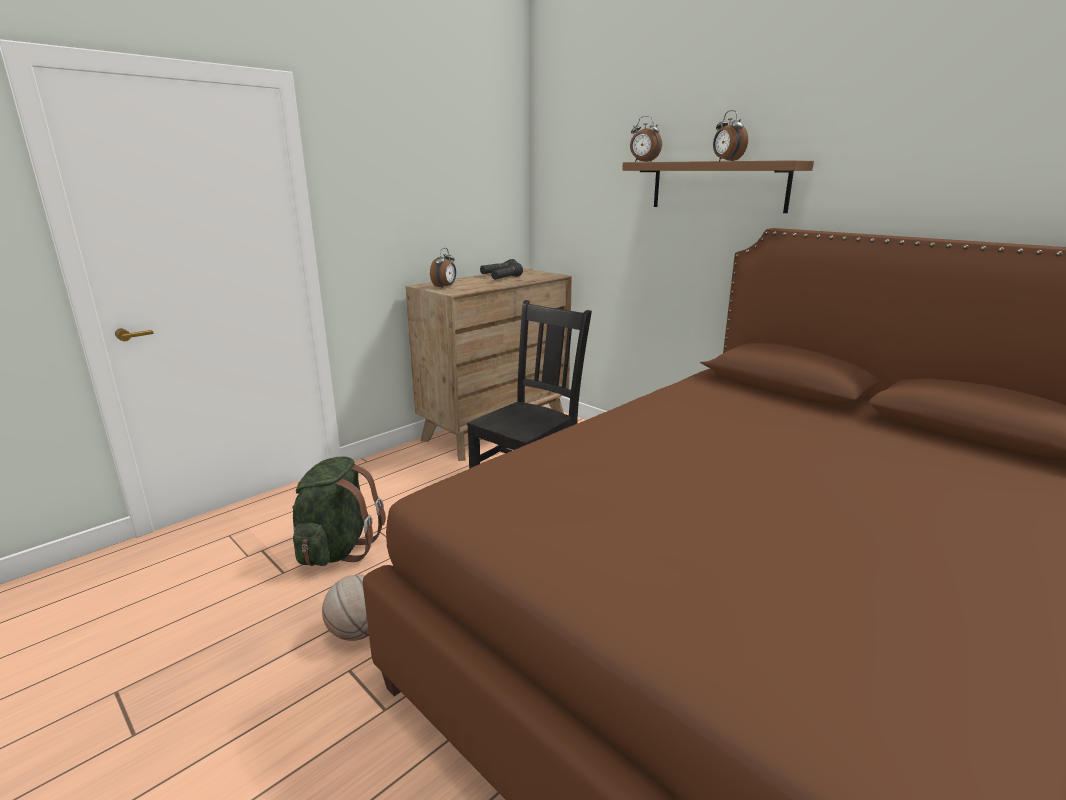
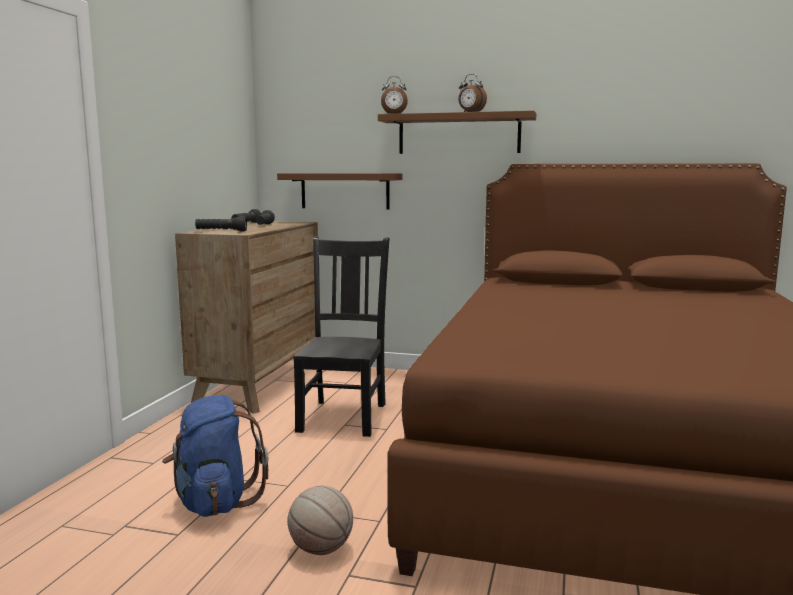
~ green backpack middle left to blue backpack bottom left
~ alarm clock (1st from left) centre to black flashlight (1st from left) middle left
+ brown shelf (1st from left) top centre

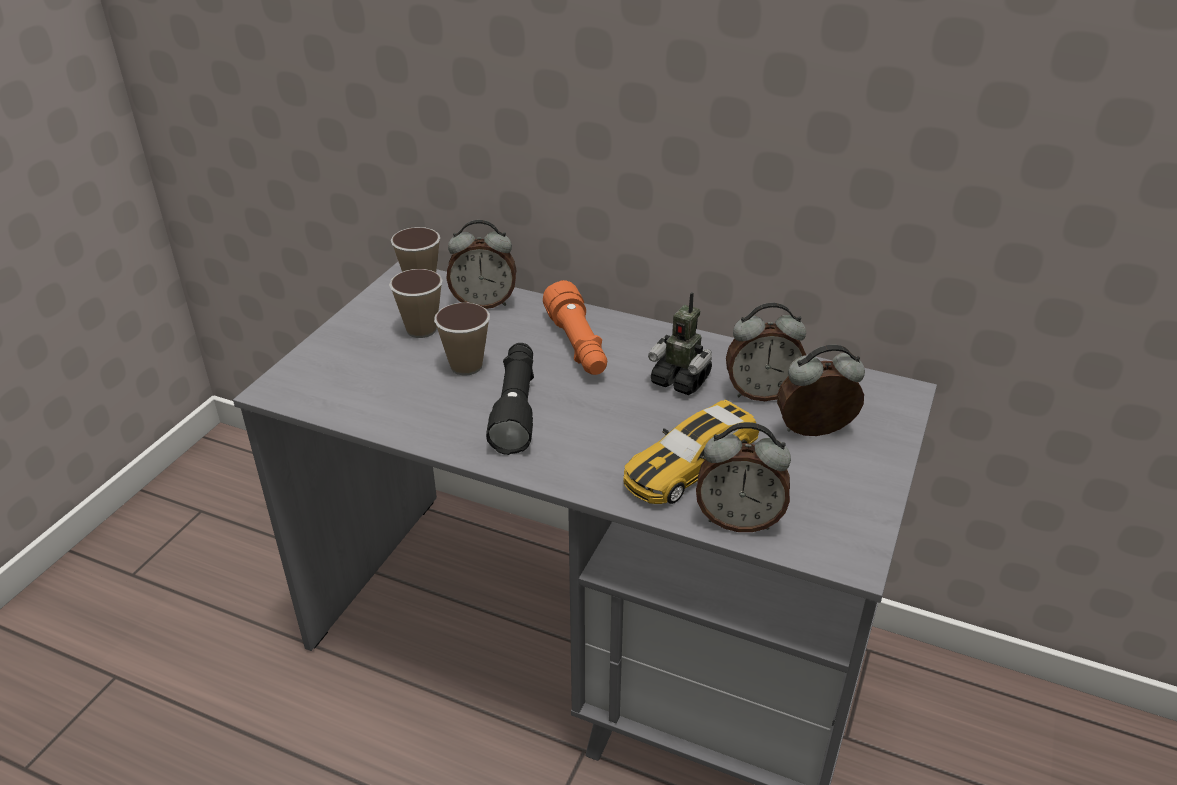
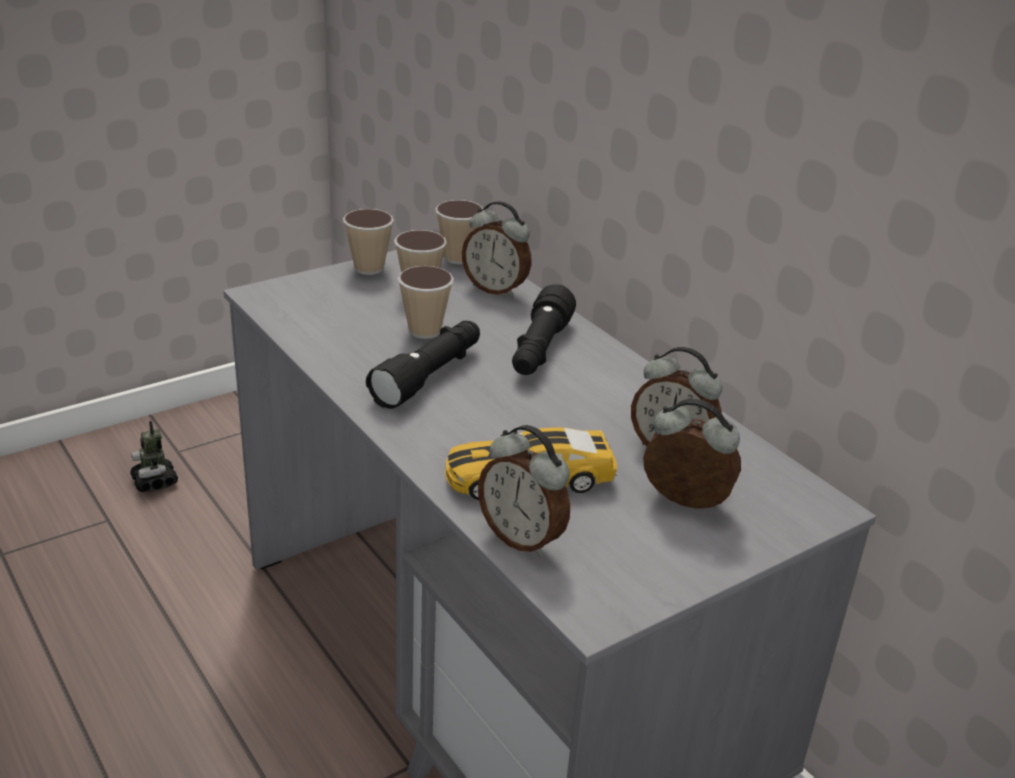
~ toy robot centre to middle left
+ cup (1st from left) top centre
~ orange flashlight centre to black flashlight (2nd from left) centre

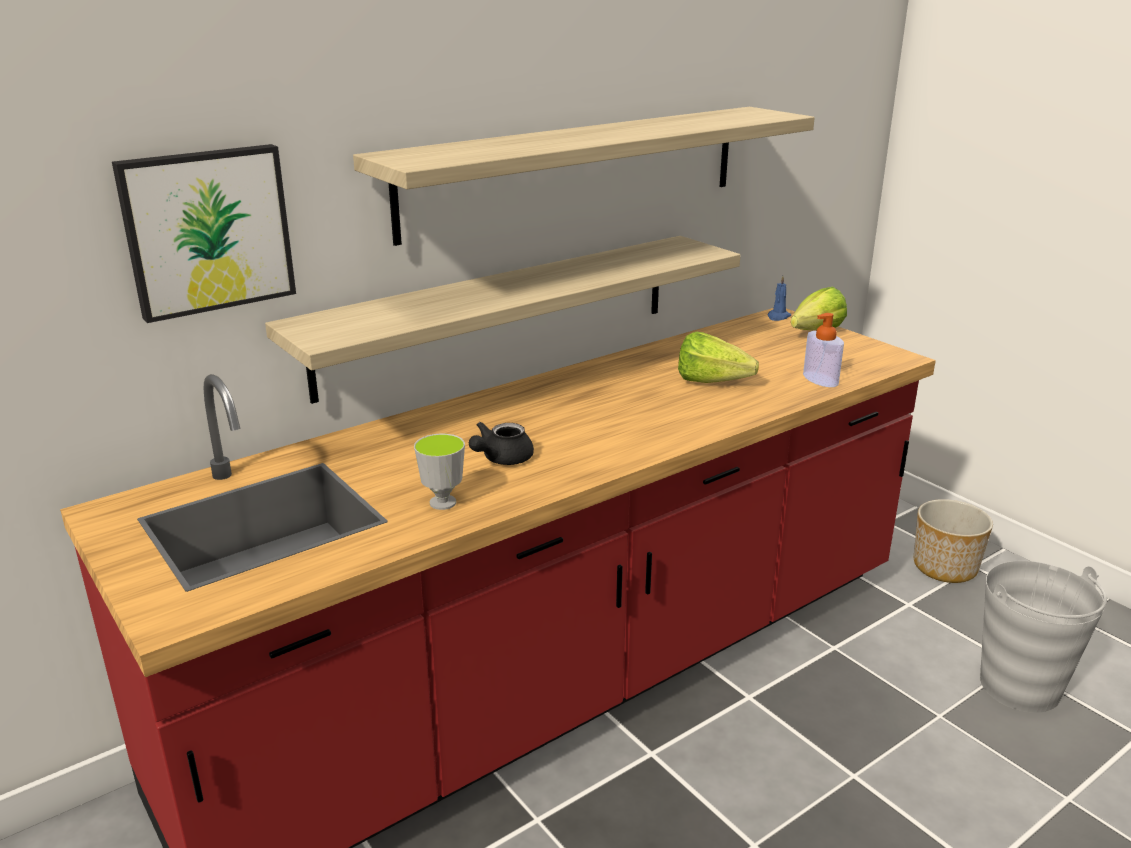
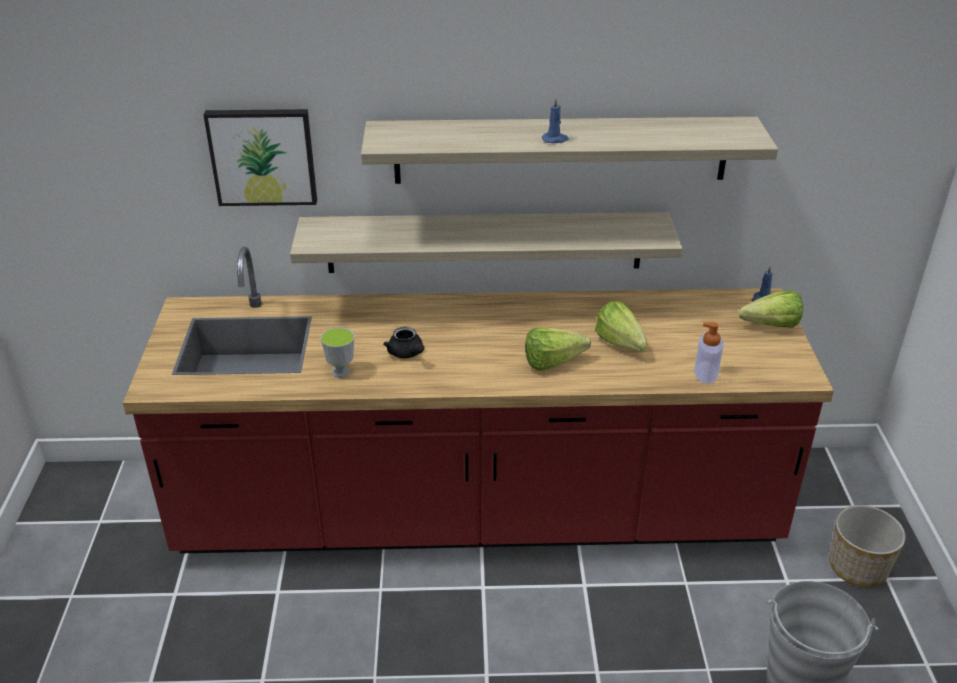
~ black teapot centre = centre 105 degrees counterclockwise
+ lettuce (1st from left) centre
+ blue candle (1st from left) top centre

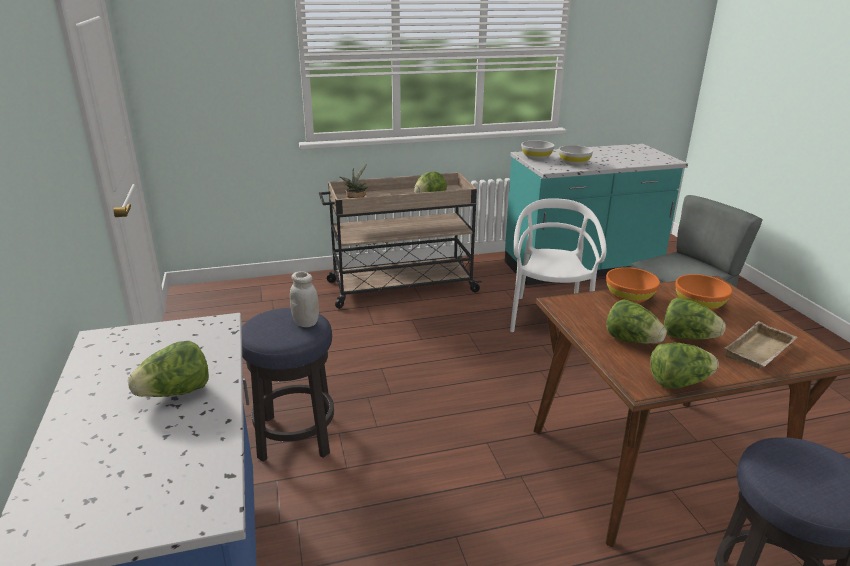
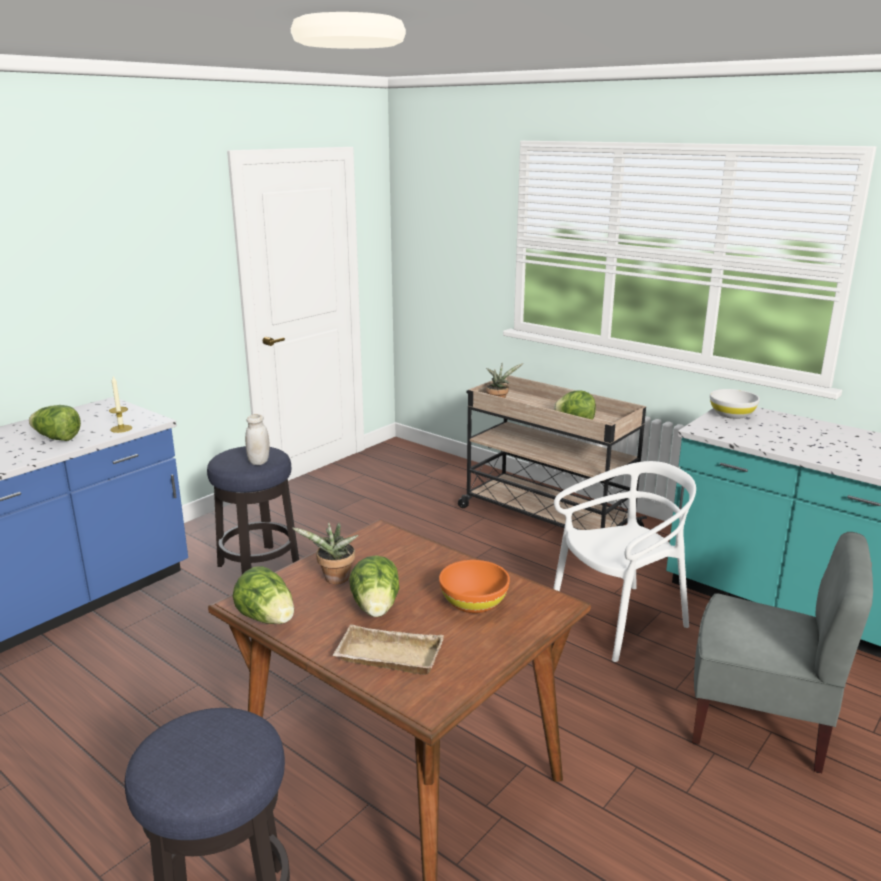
+ candle middle left
~ lettuce (3rd from left) middle right to potted plant (1st from left) centre
- white bowl (2nd from left) top right
- orange bowl (1st from left) middle right

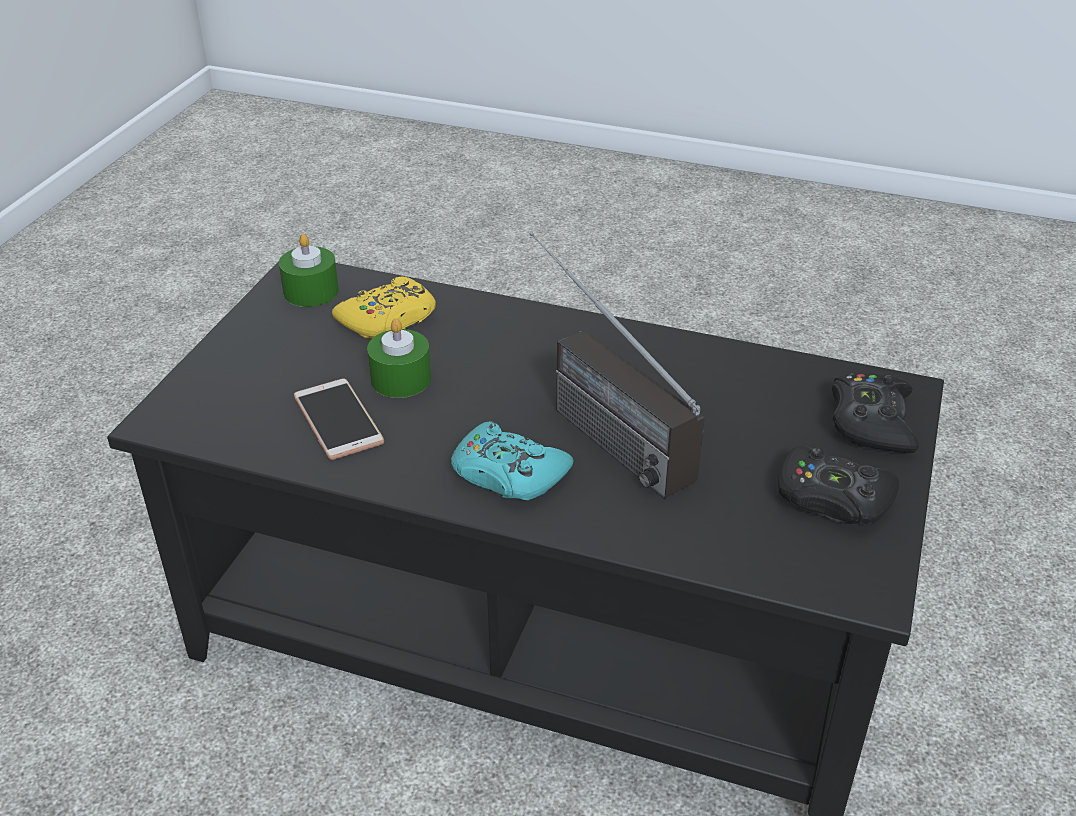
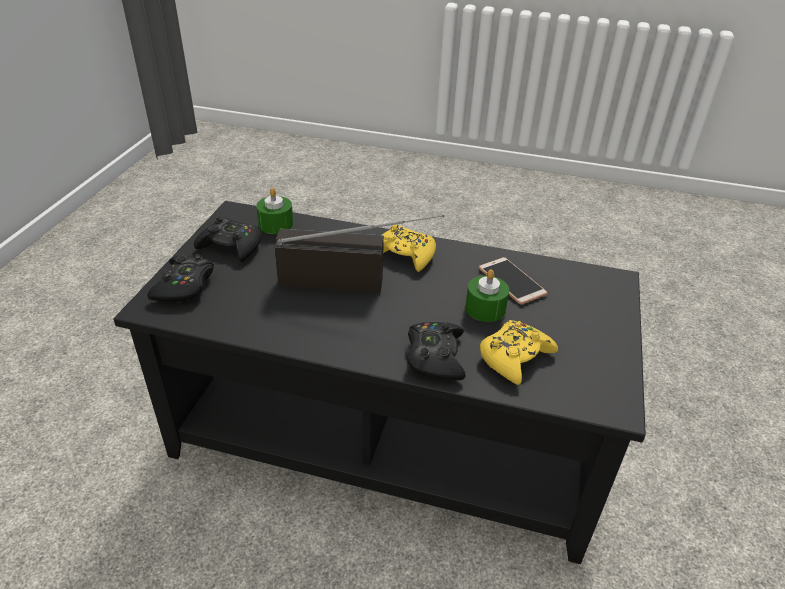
~ green candle (1st from left) top left to centre
~ radio centre = centre 45 degrees counterclockwise
~ turquoise game controller centre to yellow game controller (1st from left) centre
+ black game controller (3rd from left) centre

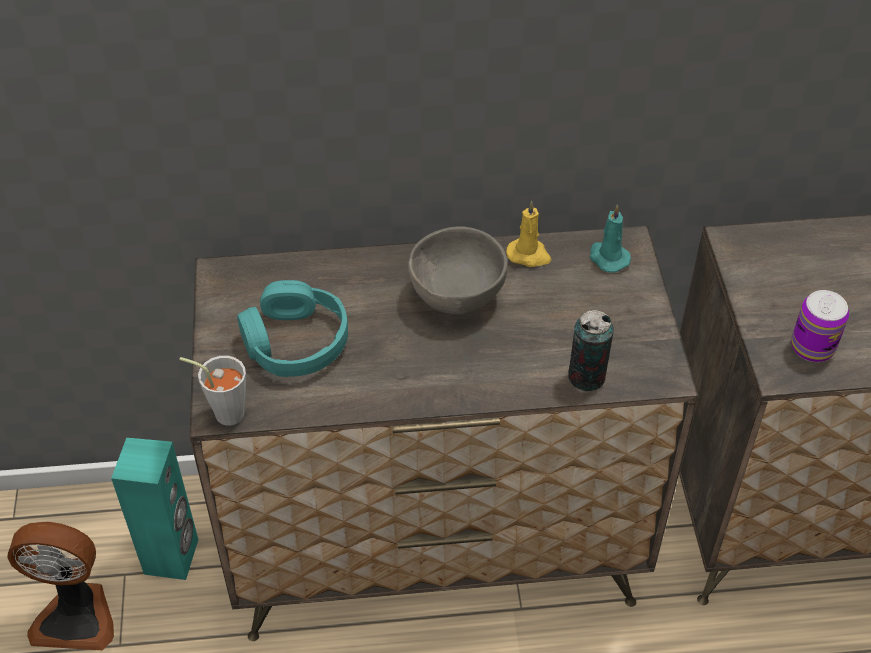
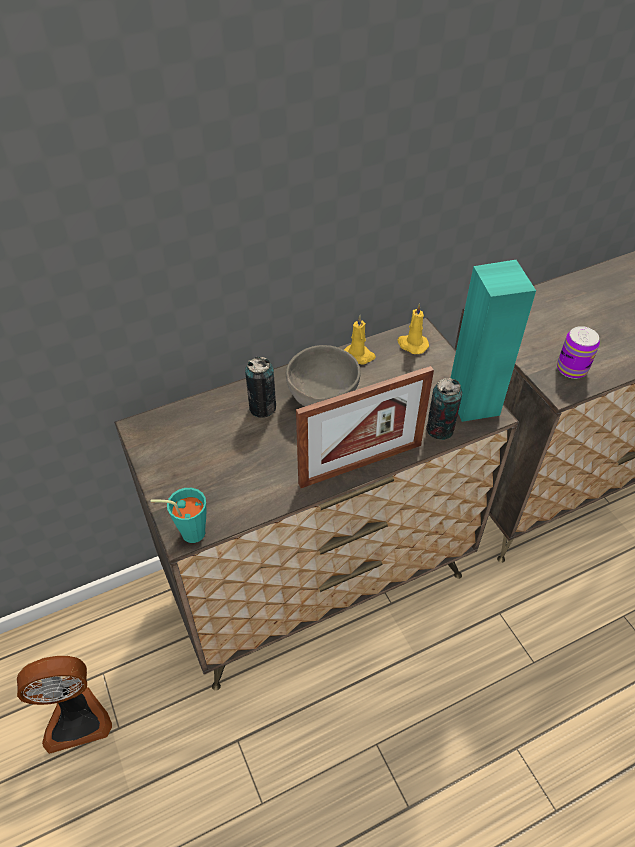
~ grey cup middle left to turquoise cup middle left
+ can (1st from left) centre
+ picture frame centre
~ turquoise candle middle right to yellow candle (2nd from left) centre
~ turquoise speaker bottom left to middle right
- turquoise headphones centre

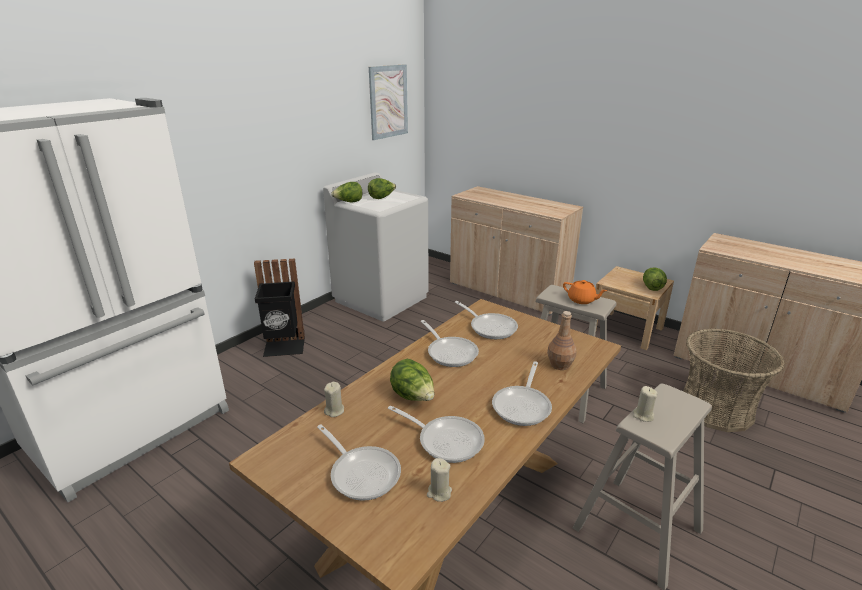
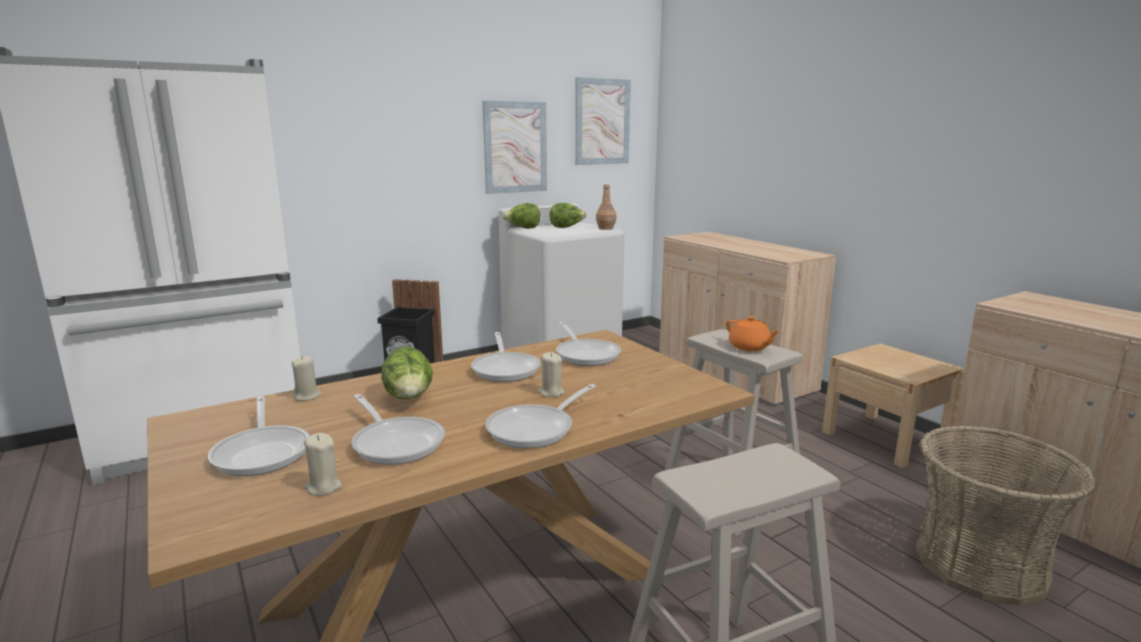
+ picture (1st from left) top centre
~ beige candle (3rd from left) bottom right to centre
~ brown bottle centre to top centre
- lettuce (4th from left) middle right

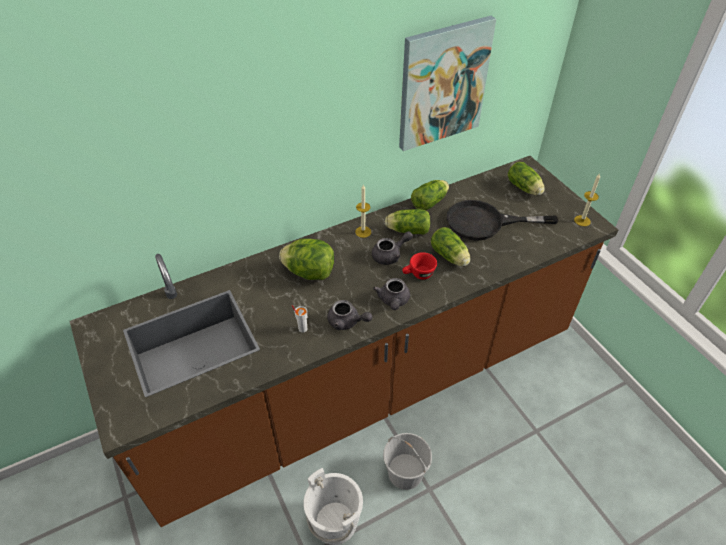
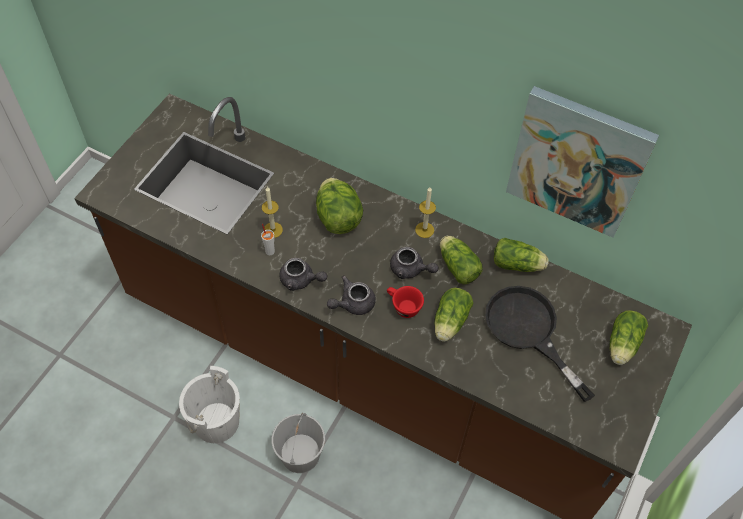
~ candle (2nd from left in the first image) middle right to candle (1st from left) centre
~ grey teapot (1st from left) centre = centre 60 degrees counterclockwise

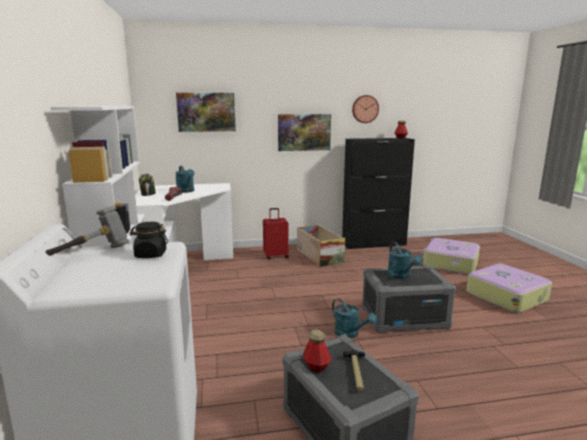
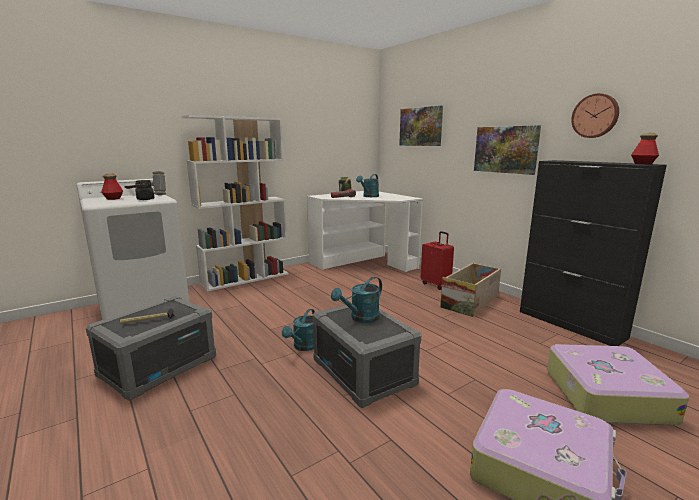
~ bottle (1st from left) bottom centre to middle left

